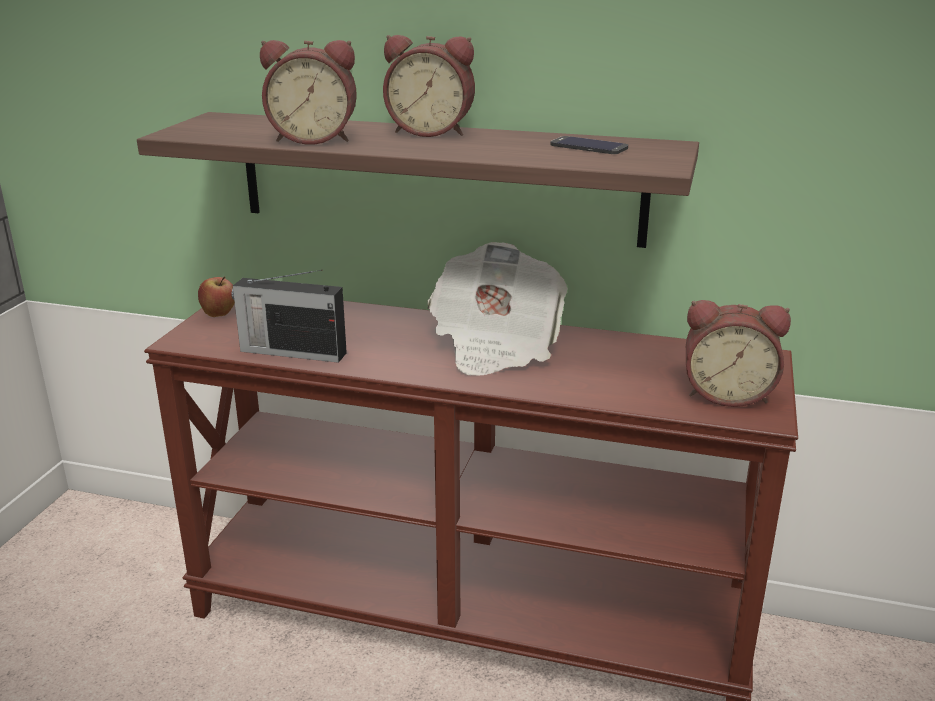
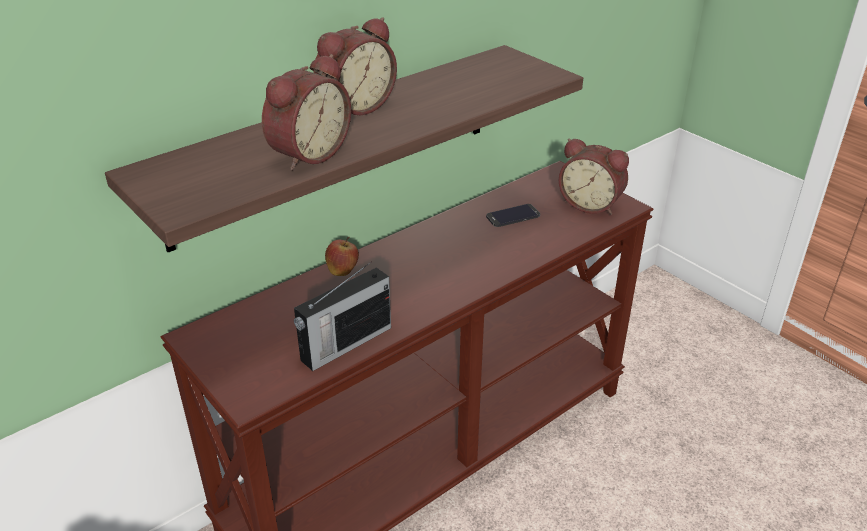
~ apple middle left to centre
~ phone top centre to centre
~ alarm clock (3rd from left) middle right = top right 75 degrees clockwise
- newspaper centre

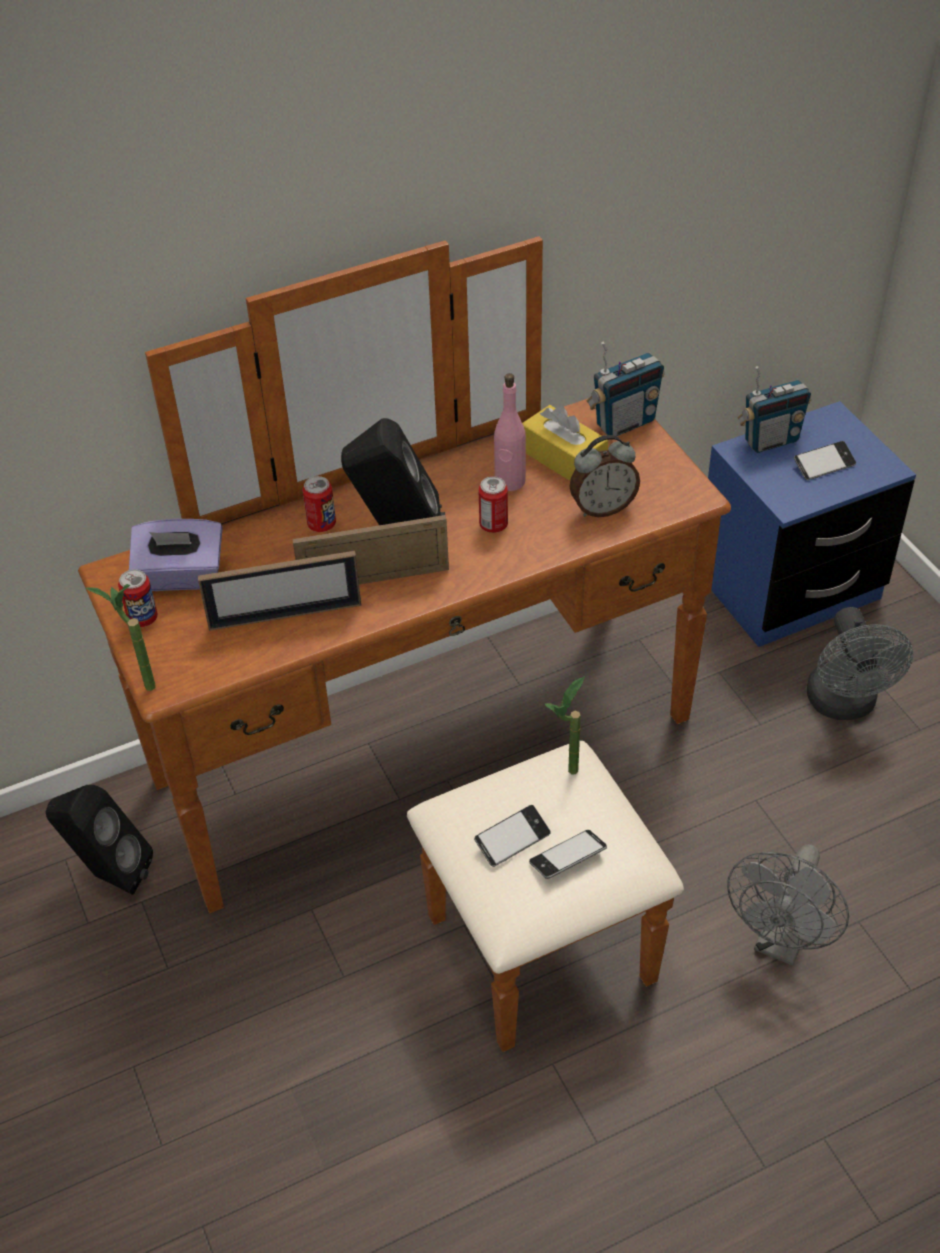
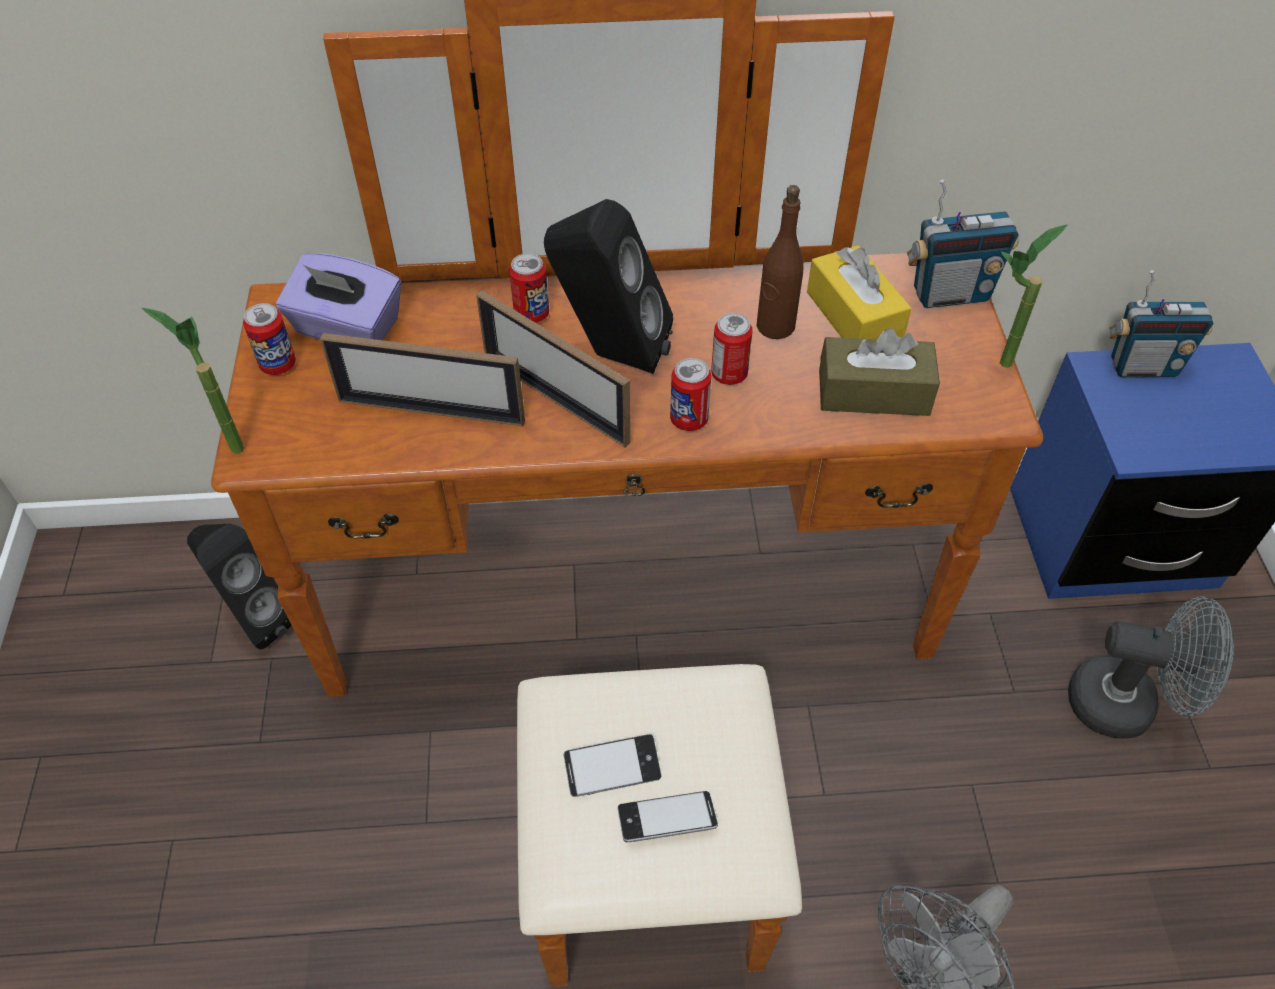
~ picture frame (2nd from left) centre = centre 150 degrees counterclockwise
+ can (3rd from left) centre
~ pink bottle centre to brown bottle top centre
~ alarm clock centre to brown tissue box middle right
~ potted plant (2nd from left) centre to top right
~ grey fan (2nd from left) middle right = bottom right 90 degrees counterclockwise
- phone (3rd from left) middle right

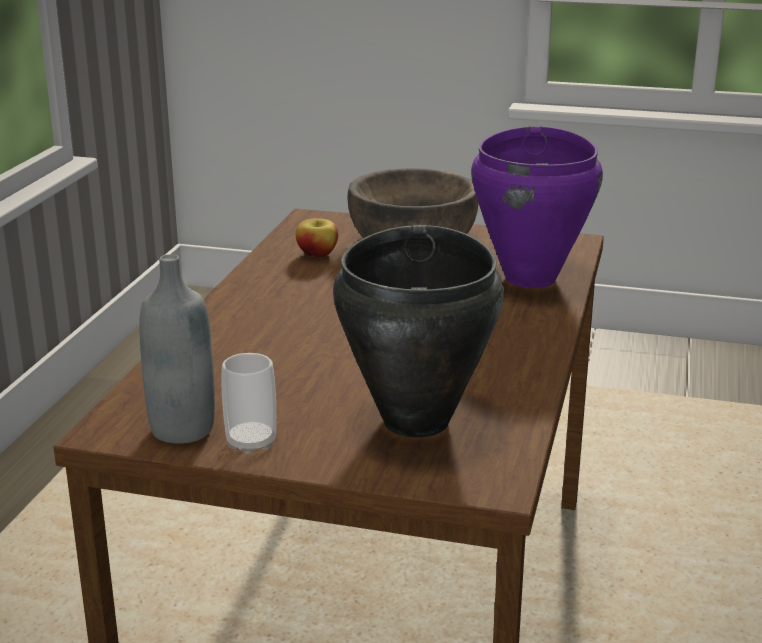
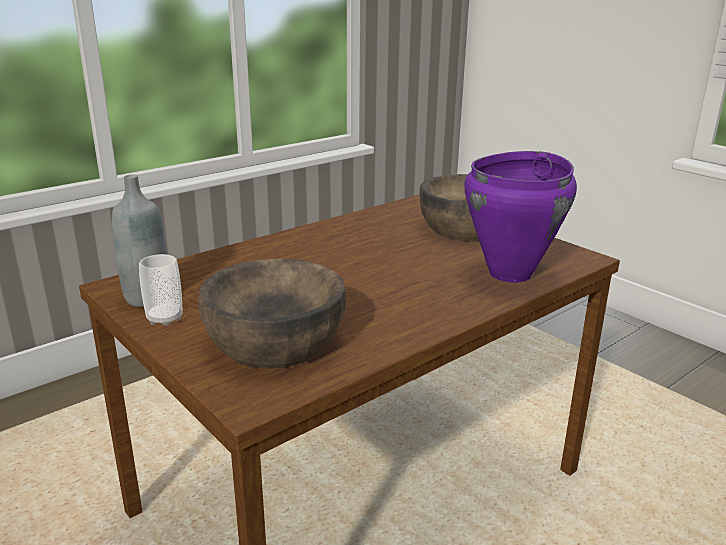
~ black cooking pot centre to brown bowl (1st from left) centre
- apple centre

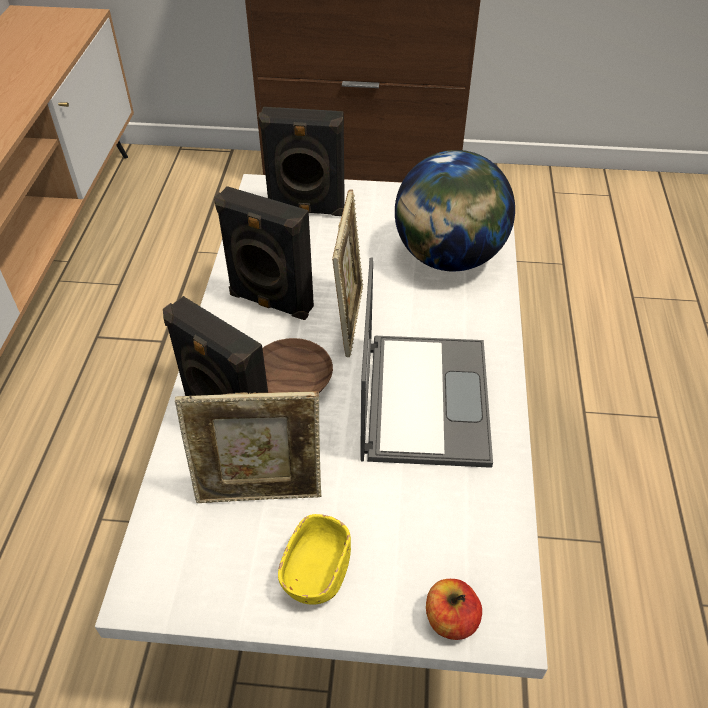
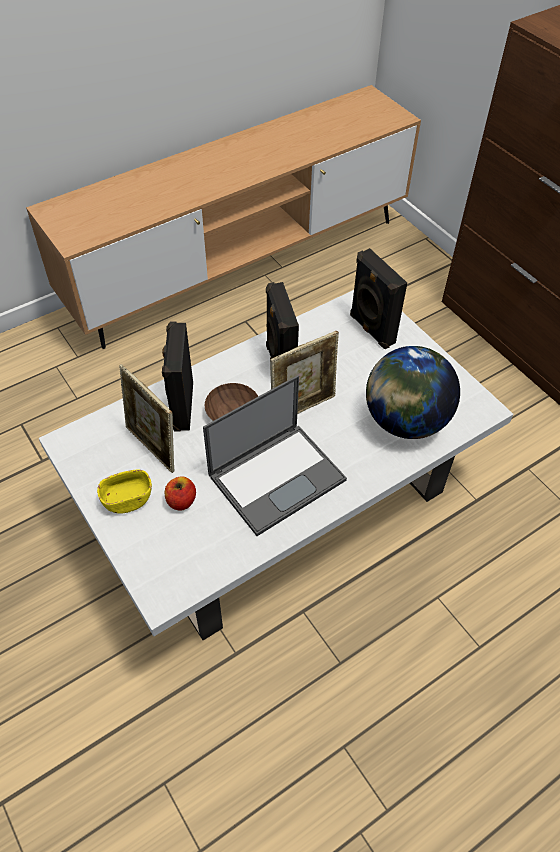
~ apple bottom centre to middle left

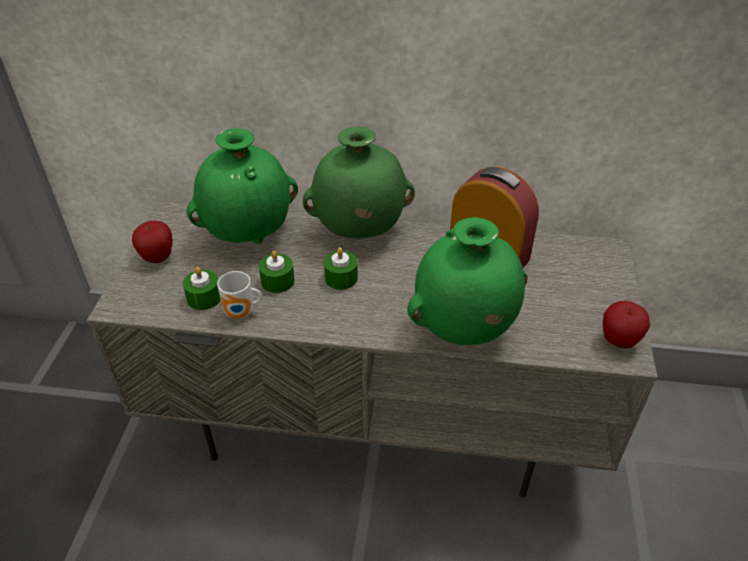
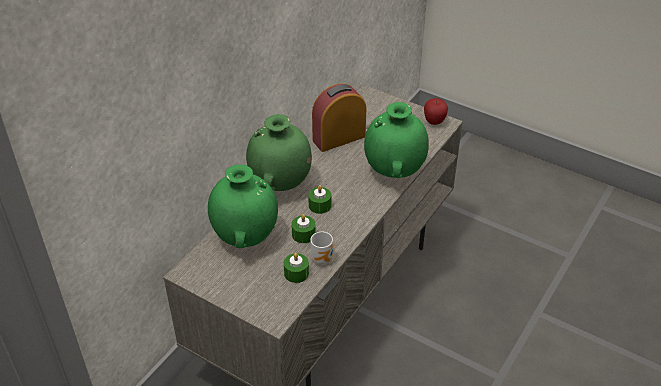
- apple (1st from left) middle left

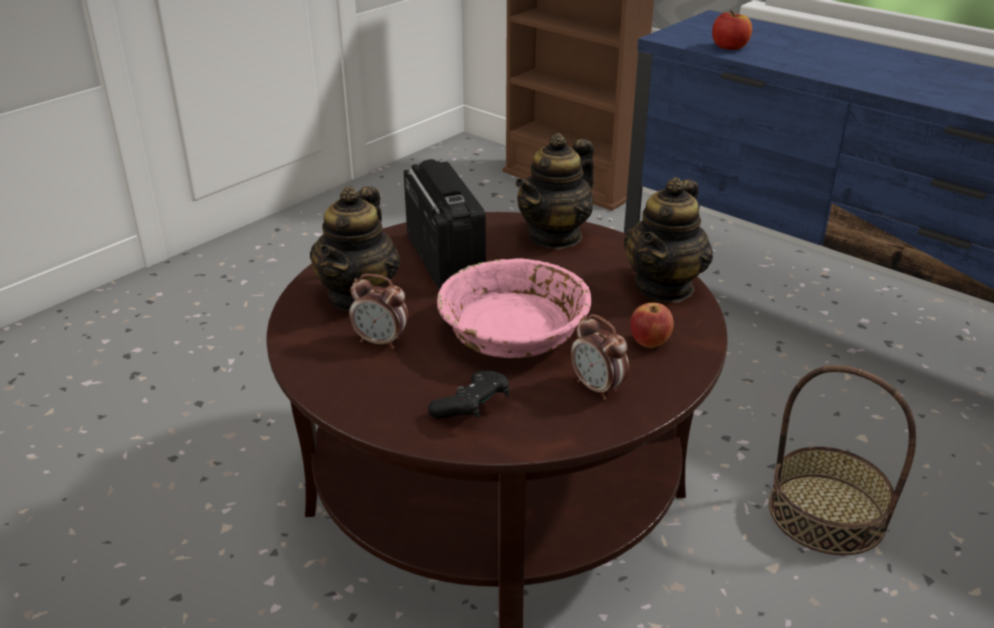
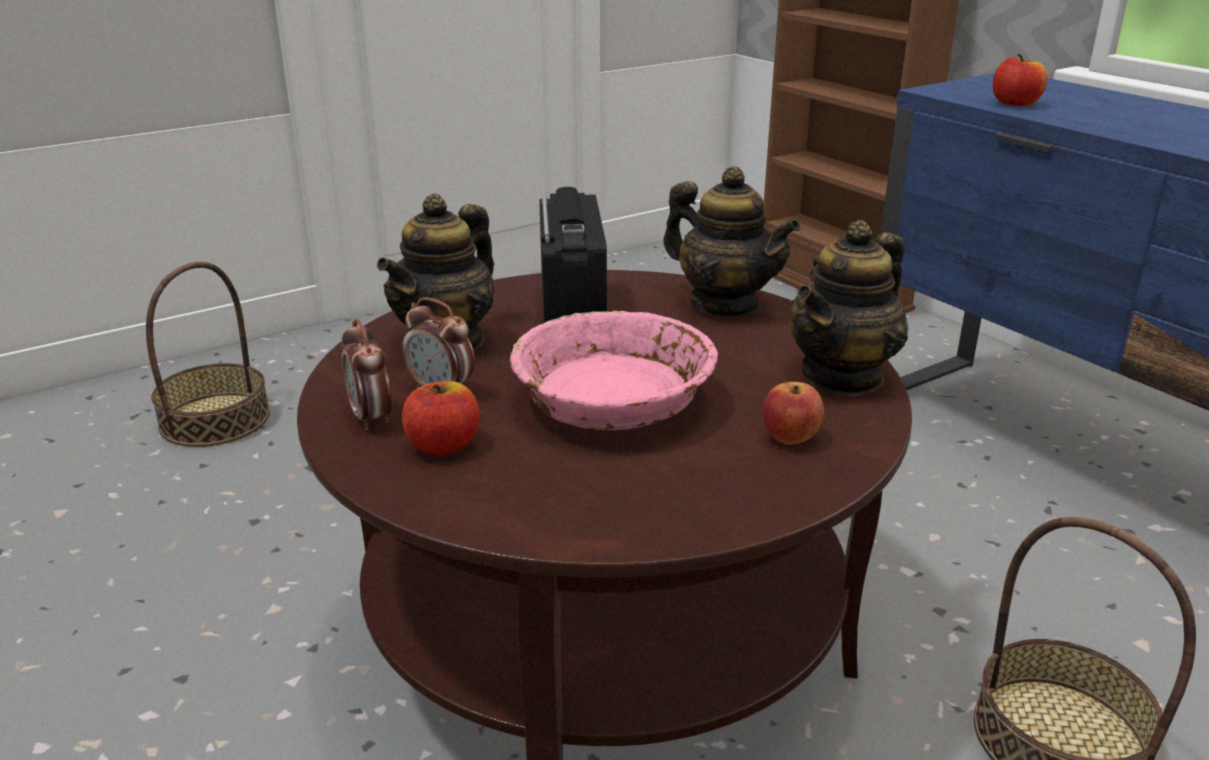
+ basket (1st from left) middle left
~ alarm clock (2nd from left in the first image) centre to alarm clock (1st from left) middle left
+ apple (1st from left) centre
~ teapot (2nd from left) top centre = top centre 105 degrees counterclockwise
- black game controller centre

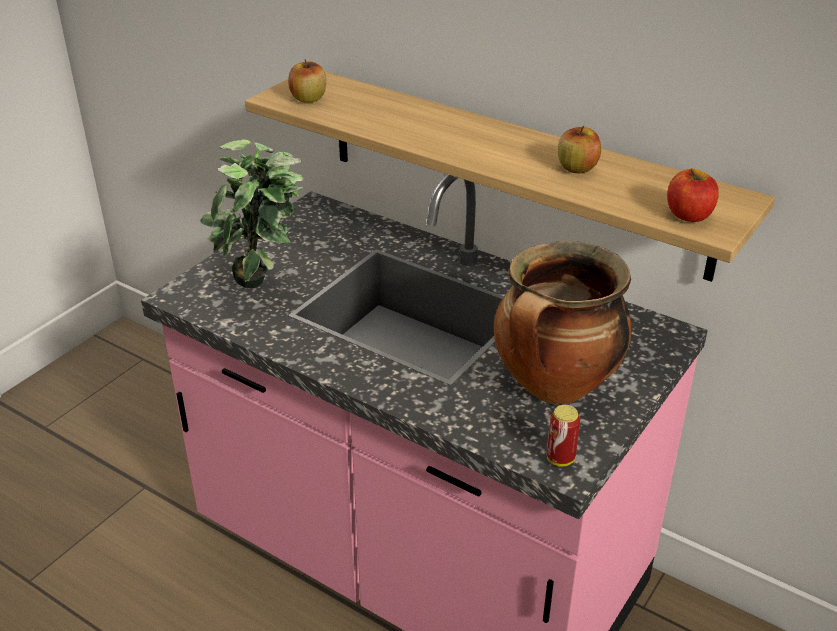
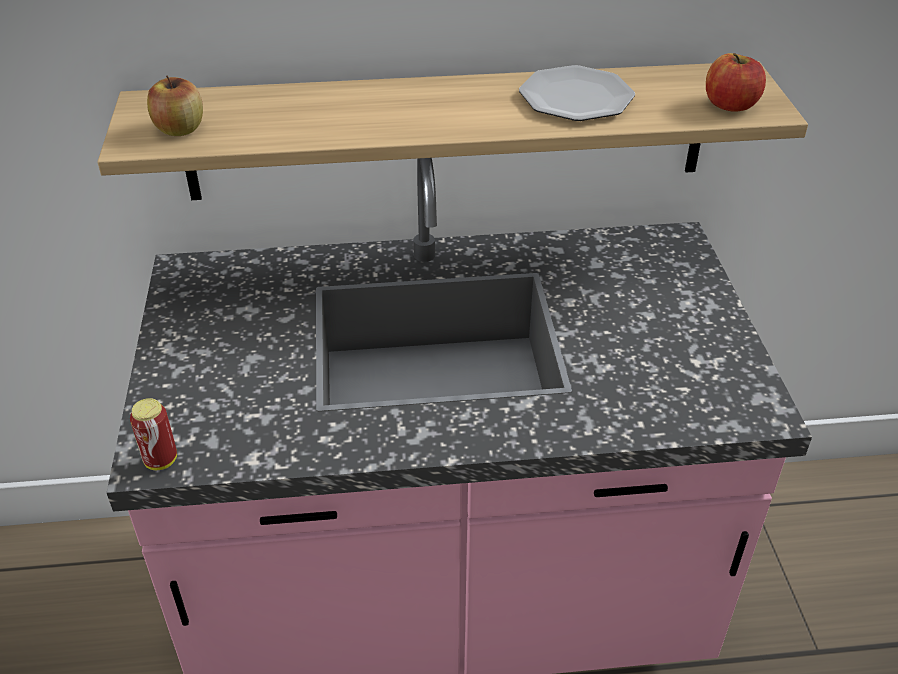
~ can bottom right to middle left
~ apple (2nd from left) top right to plate top centre
- potted plant middle left
- cooking pot middle right

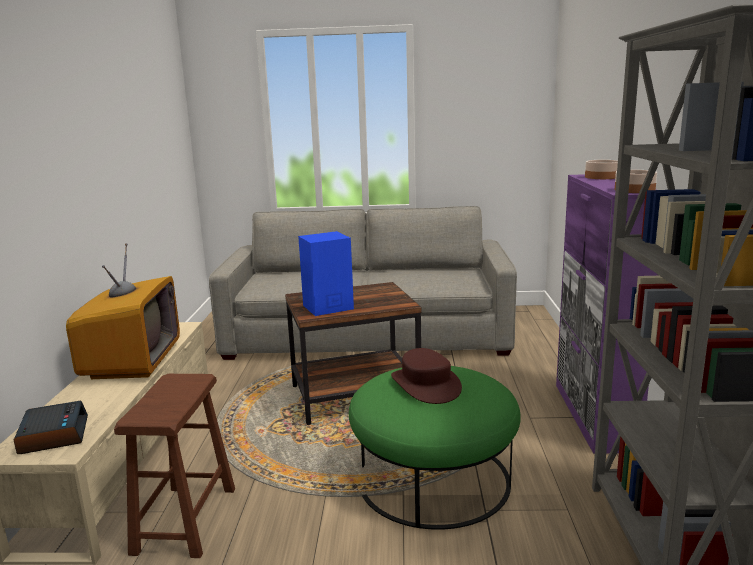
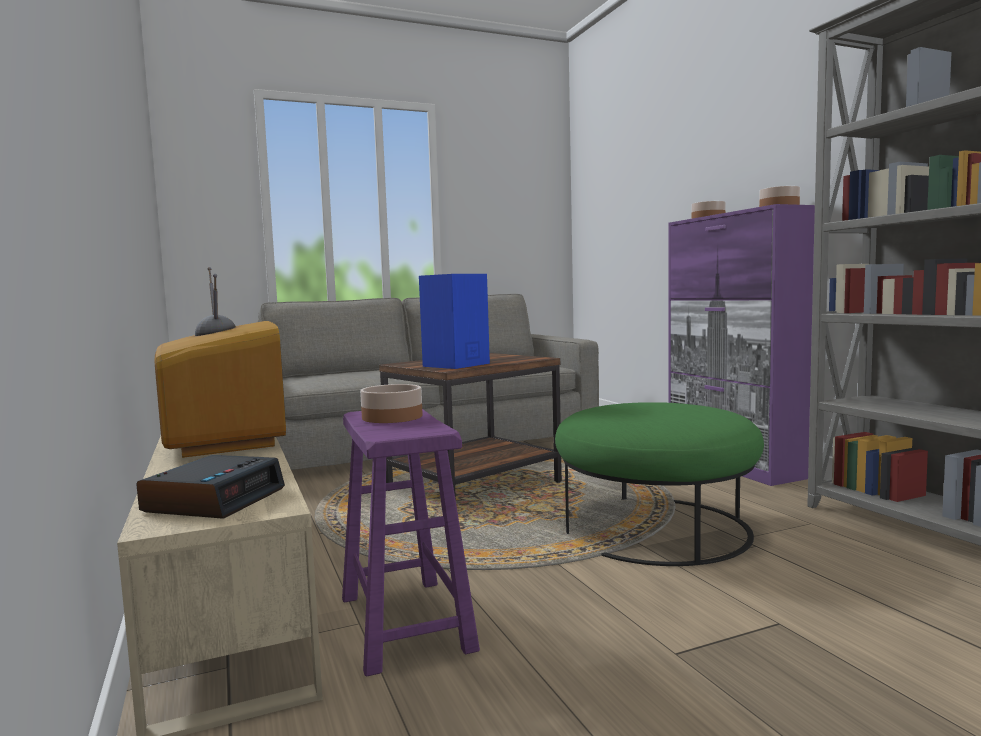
~ alarm clock bottom left = middle left 60 degrees clockwise
~ brown stool bottom left to purple stool bottom centre
+ bowl (1st from left) centre
- brown hat centre

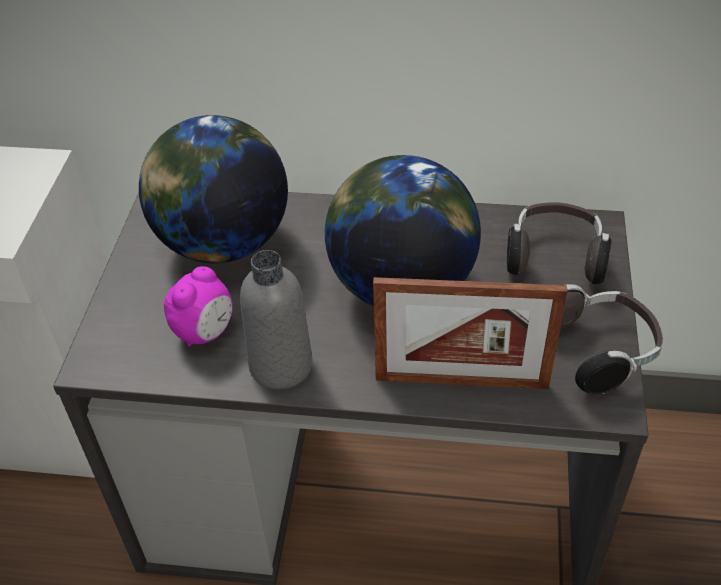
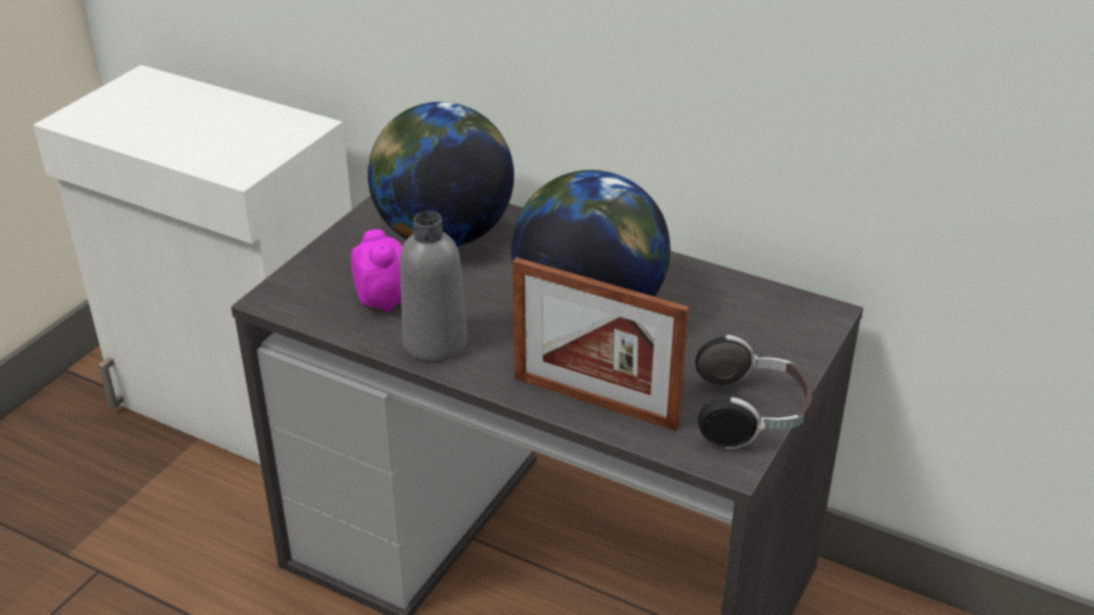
~ alarm clock middle left = centre 75 degrees counterclockwise
- headphones (1st from left) middle right

